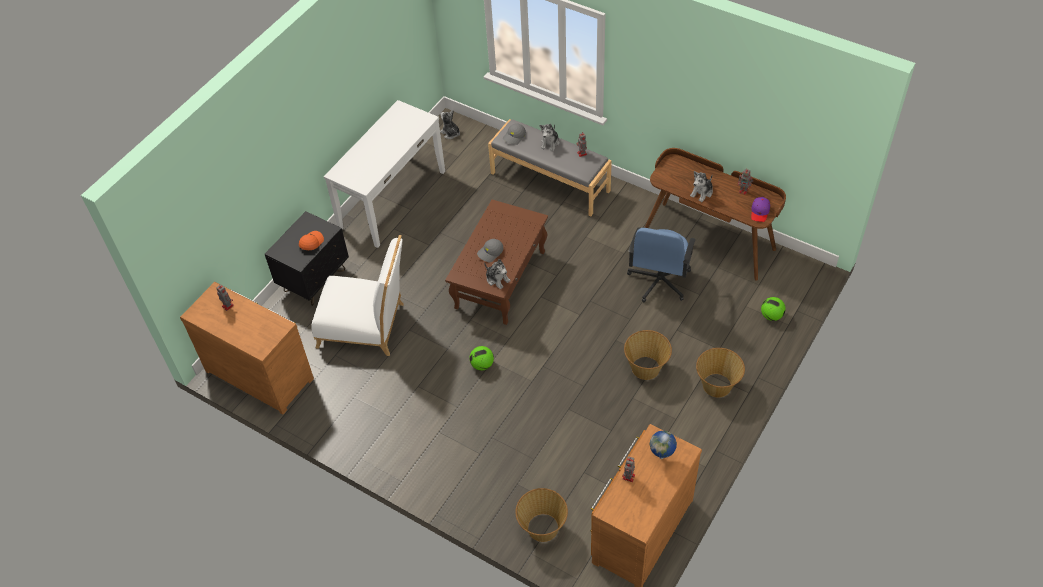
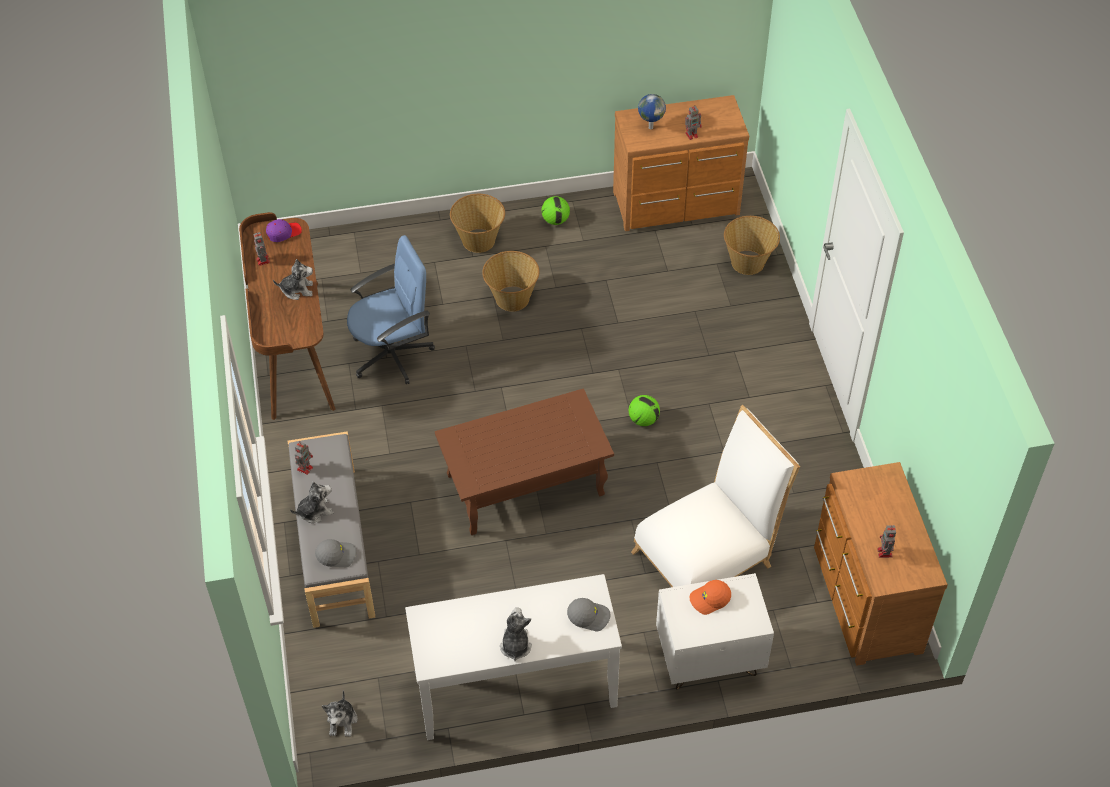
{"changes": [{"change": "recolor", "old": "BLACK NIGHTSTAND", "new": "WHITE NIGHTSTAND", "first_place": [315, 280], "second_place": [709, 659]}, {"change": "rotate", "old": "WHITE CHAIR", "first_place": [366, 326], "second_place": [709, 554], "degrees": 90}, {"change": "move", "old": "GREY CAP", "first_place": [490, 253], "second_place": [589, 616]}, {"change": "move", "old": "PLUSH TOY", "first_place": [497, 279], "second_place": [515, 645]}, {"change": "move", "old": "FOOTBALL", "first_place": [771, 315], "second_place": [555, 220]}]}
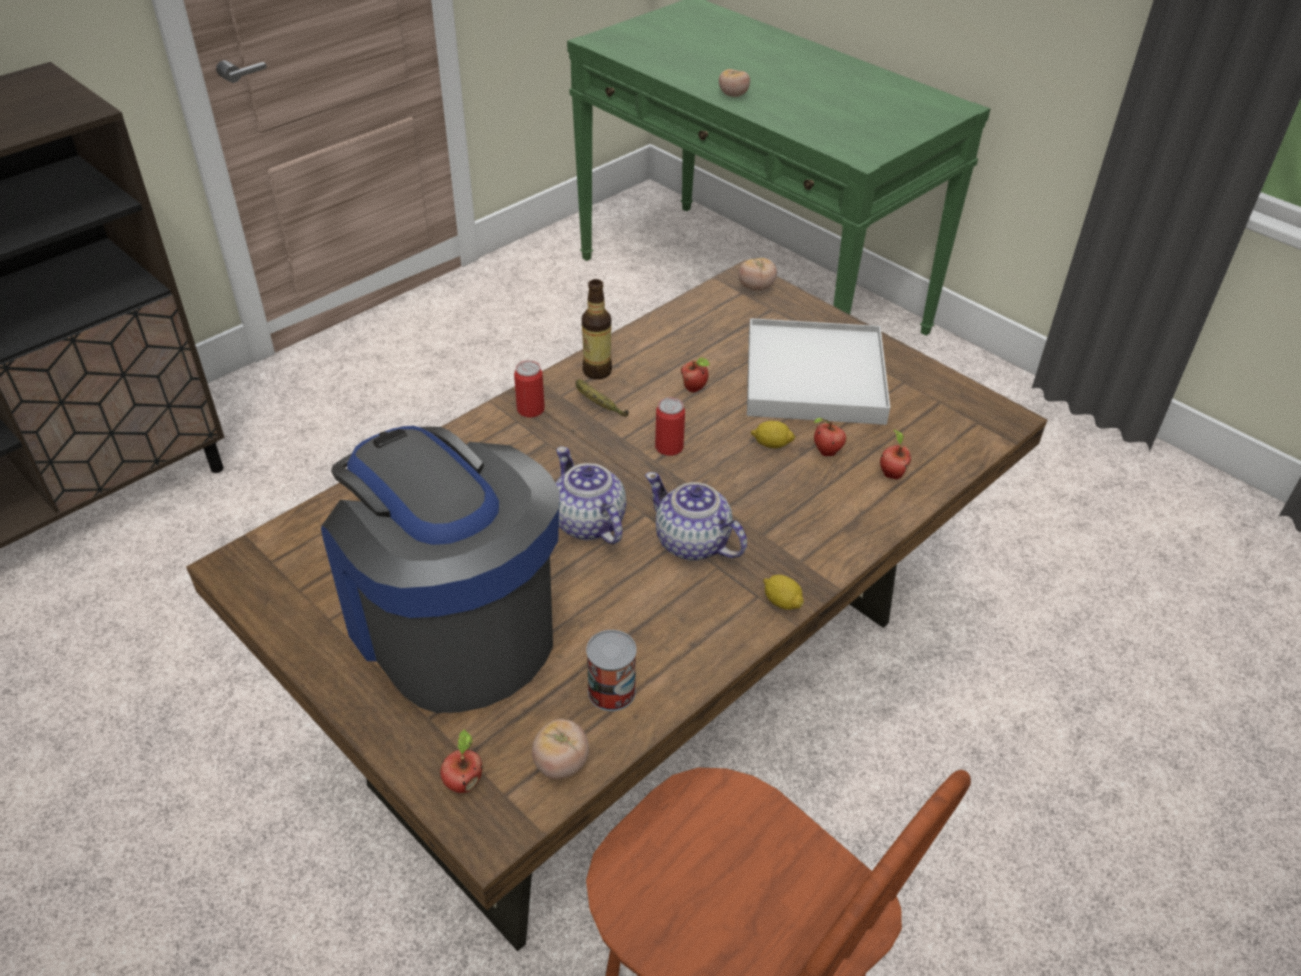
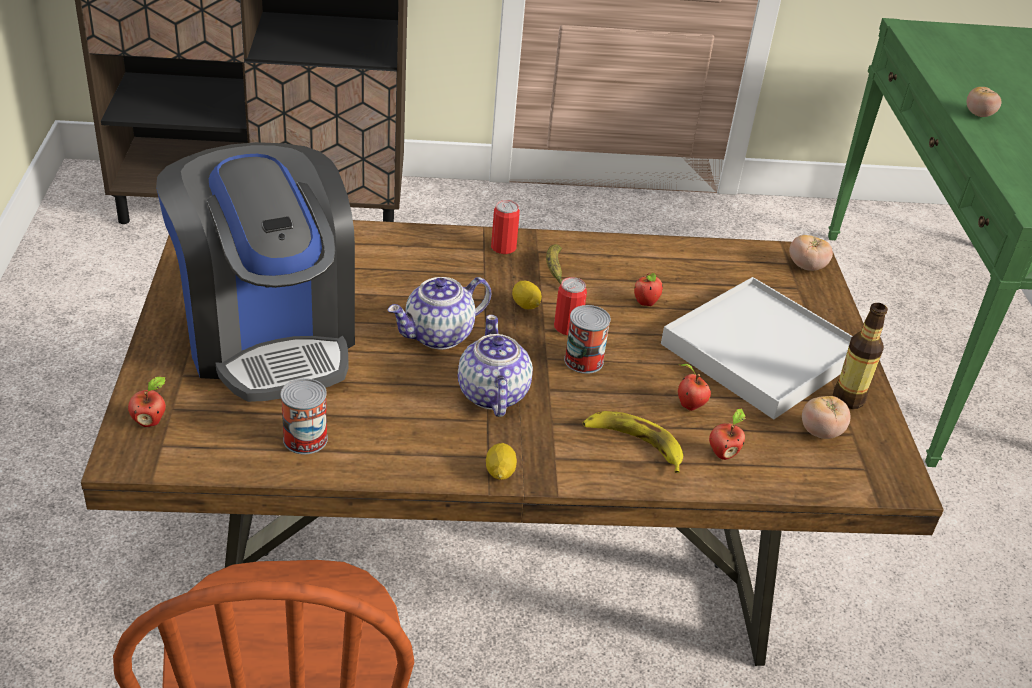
{"changes": [{"change": "move", "old": "BOTTLE", "first_place": [597, 371], "second_place": [848, 399]}, {"change": "move", "old": "LEMON", "first_place": [771, 444], "second_place": [525, 305]}, {"change": "rotate", "old": "COFFEE MACHINE", "first_place": [451, 625], "second_place": [268, 335], "degrees": 150}, {"change": "rotate", "old": "TEAPOT", "first_place": [587, 522], "second_place": [439, 336], "degrees": -135}, {"change": "move", "old": "TOMATO", "first_place": [561, 763], "second_place": [820, 432]}, {"change": "insert", "new": "CAN", "second_place": [583, 361]}, {"change": "insert", "new": "BANANA", "second_place": [634, 443]}]}
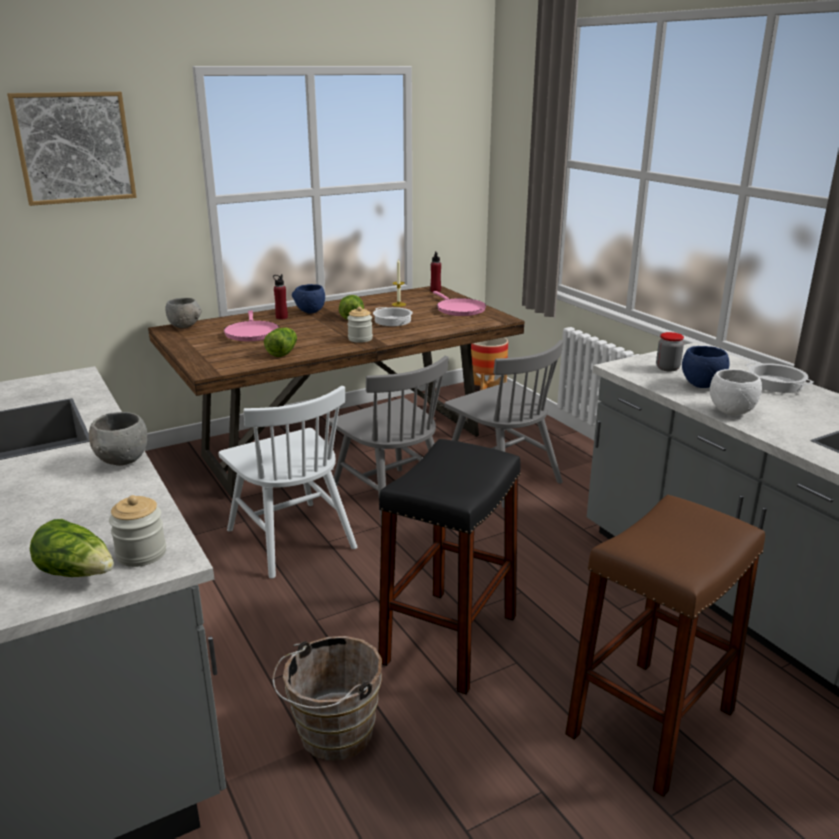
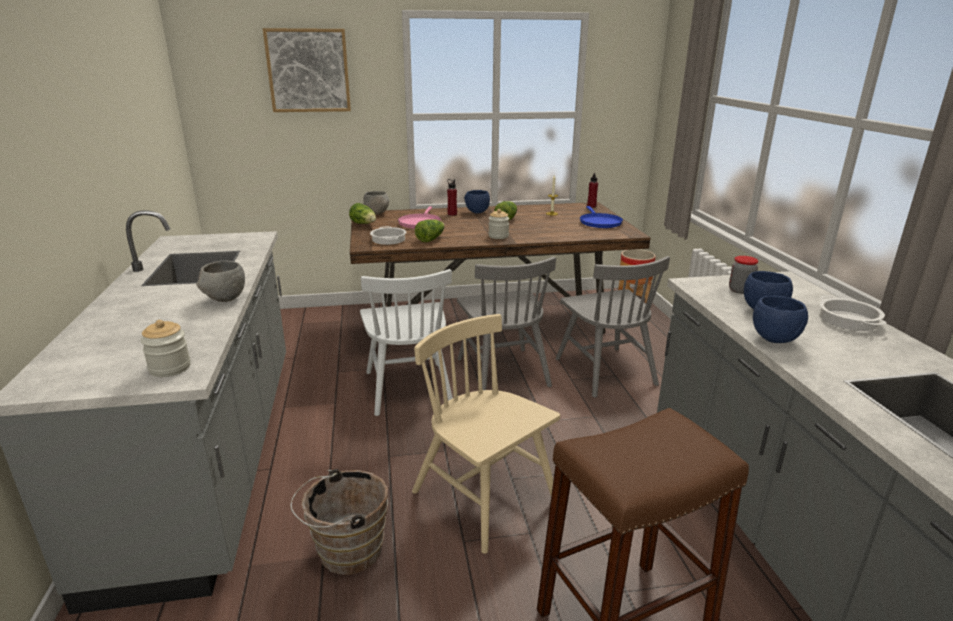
{"changes": [{"change": "recolor", "old": "PINK FRYING PAN", "new": "BLUE FRYING PAN", "first_place": [459, 309], "second_place": [599, 222]}, {"change": "move", "old": "COOKING POT", "first_place": [392, 321], "second_place": [388, 239]}, {"change": "recolor", "old": "WHITE BOWL", "new": "BLUE BOWL", "first_place": [731, 412], "second_place": [774, 339]}, {"change": "replace", "old": "BLACK STOOL", "new": "BEIGE CHAIR", "first_place": [450, 638], "second_place": [484, 497]}, {"change": "move", "old": "LETTUCE", "first_place": [78, 573], "second_place": [364, 224]}]}
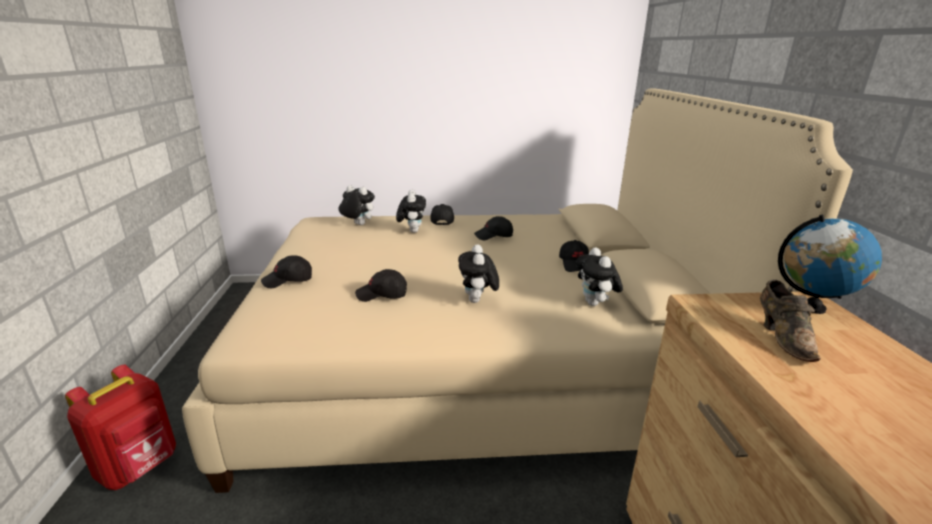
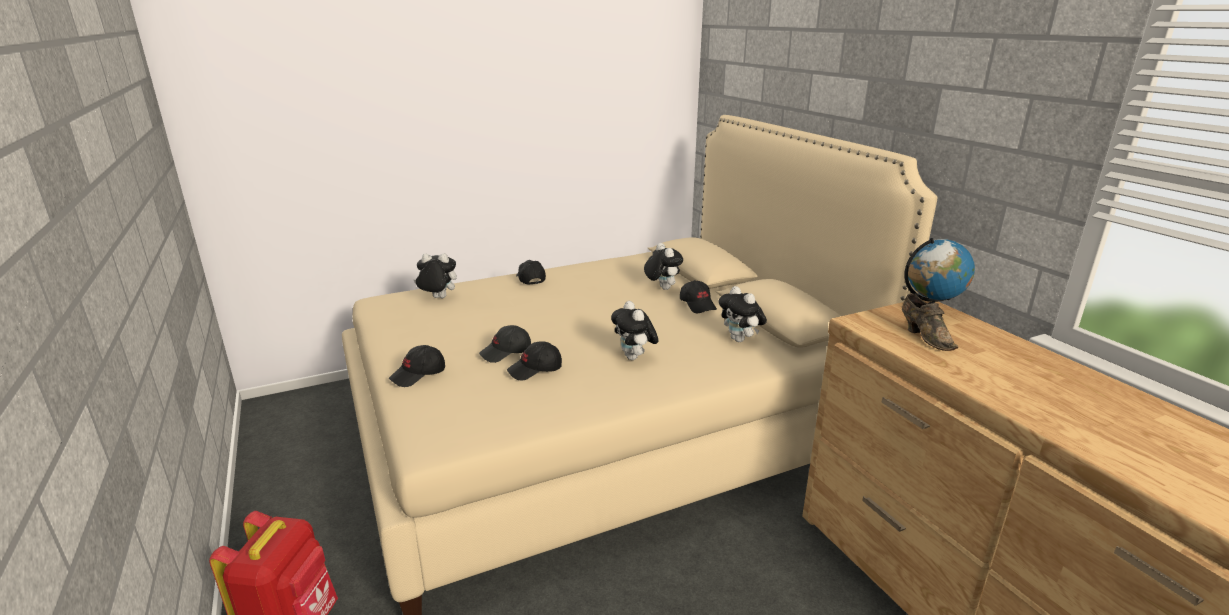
{"changes": [{"change": "move", "old": "PLUSH TOY", "first_place": [412, 231], "second_place": [662, 288]}, {"change": "move", "old": "BLACK CAP", "first_place": [493, 236], "second_place": [506, 352]}]}
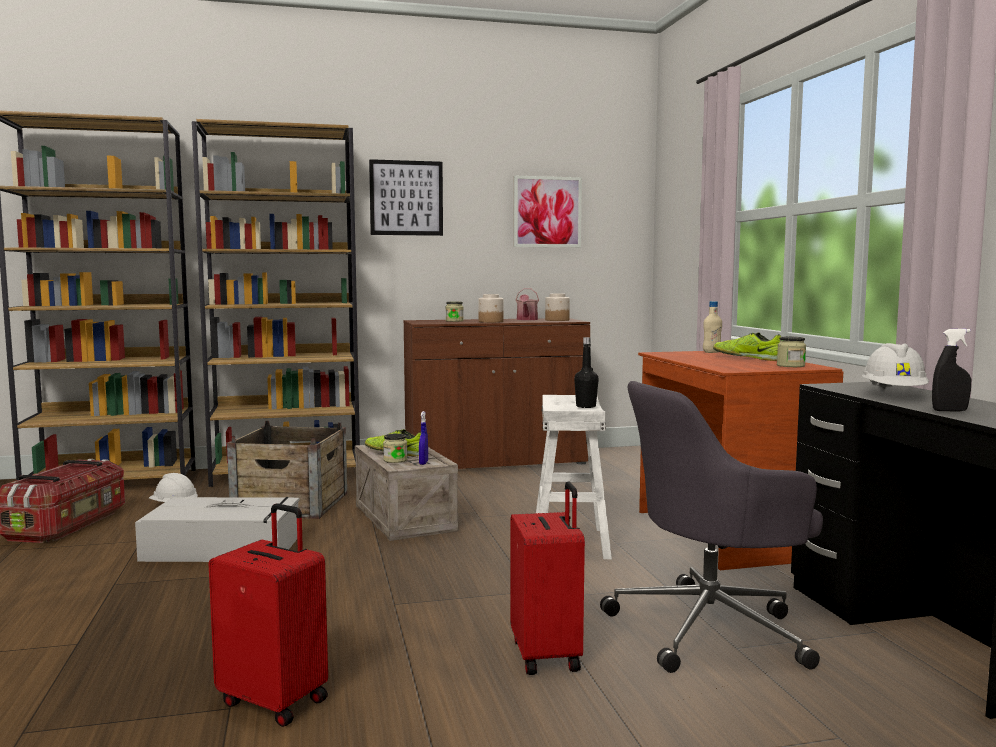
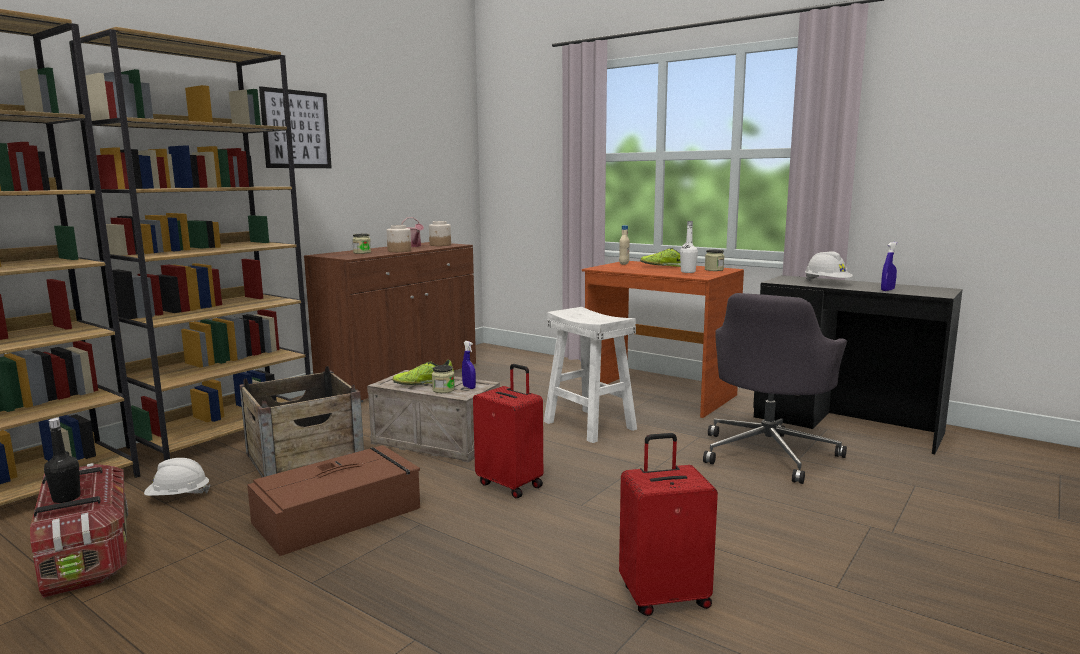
{"changes": [{"change": "delete", "old": "PICTURE", "first_place": [547, 212]}, {"change": "recolor", "old": "BLACK SPRAY BOTTLE", "new": "BLUE SPRAY BOTTLE", "first_place": [949, 410], "second_place": [887, 290]}, {"change": "move", "old": "BLACK BOTTLE", "first_place": [586, 406], "second_place": [66, 498]}, {"change": "move", "old": "RED SUITCASE", "first_place": [548, 655], "second_place": [511, 484]}, {"change": "recolor", "old": "GREY STORAGE BOX", "new": "BROWN STORAGE BOX", "first_place": [224, 548], "second_place": [340, 514]}, {"change": "insert", "new": "WHITE BOTTLE", "second_place": [688, 272]}]}
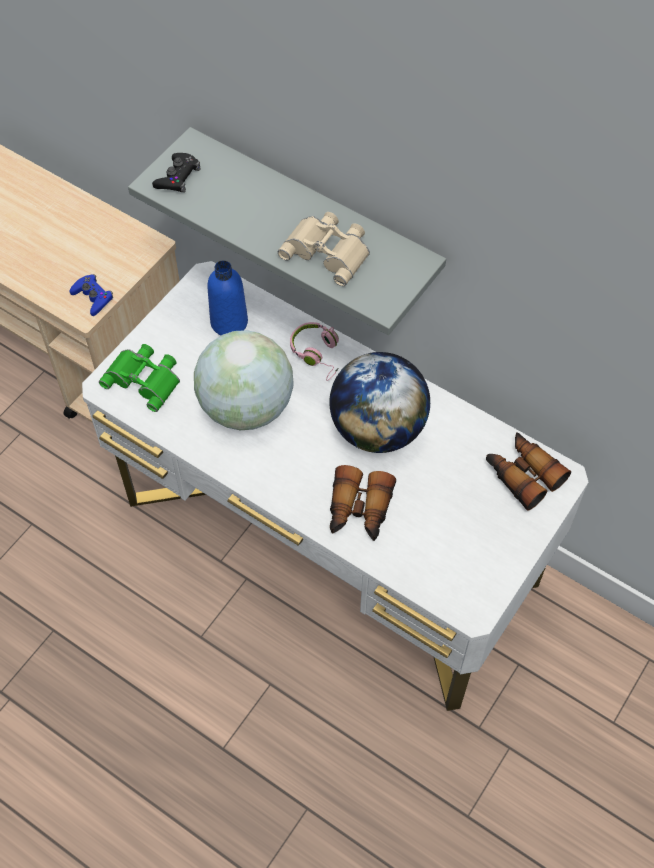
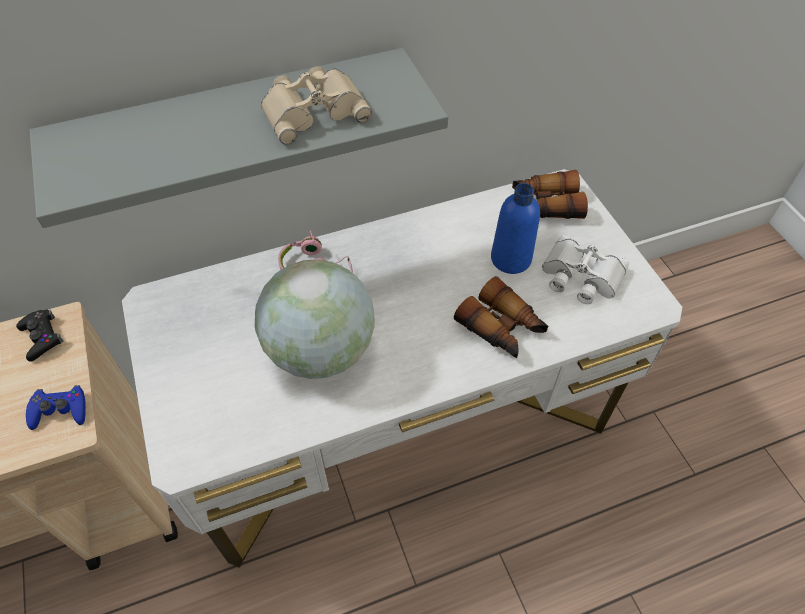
{"changes": [{"change": "move", "old": "BLACK GAME CONTROLLER", "first_place": [177, 177], "second_place": [42, 337]}, {"change": "move", "old": "BLUE BOTTLE", "first_place": [229, 322], "second_place": [511, 259]}, {"change": "delete", "old": "GREEN BINOCULARS", "first_place": [145, 378]}, {"change": "delete", "old": "GLOBE", "first_place": [377, 429]}, {"change": "insert", "new": "WHITE BINOCULARS", "second_place": [580, 276]}]}
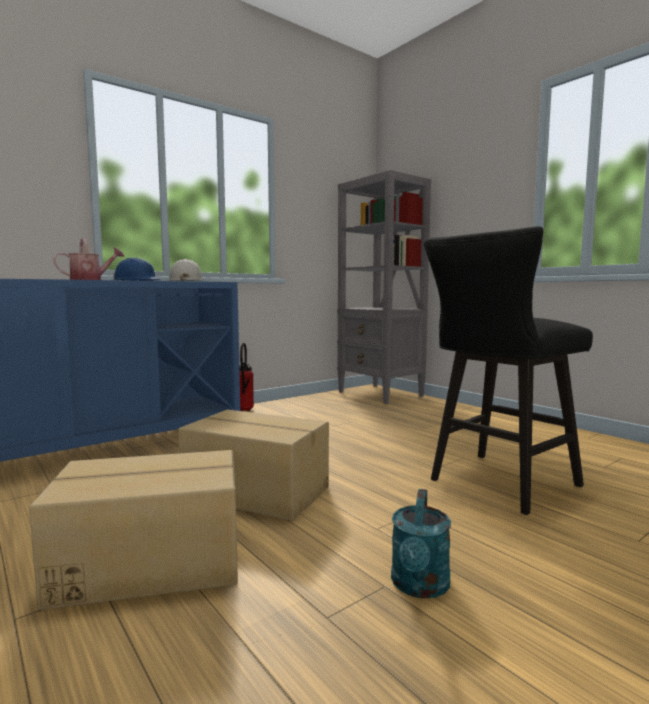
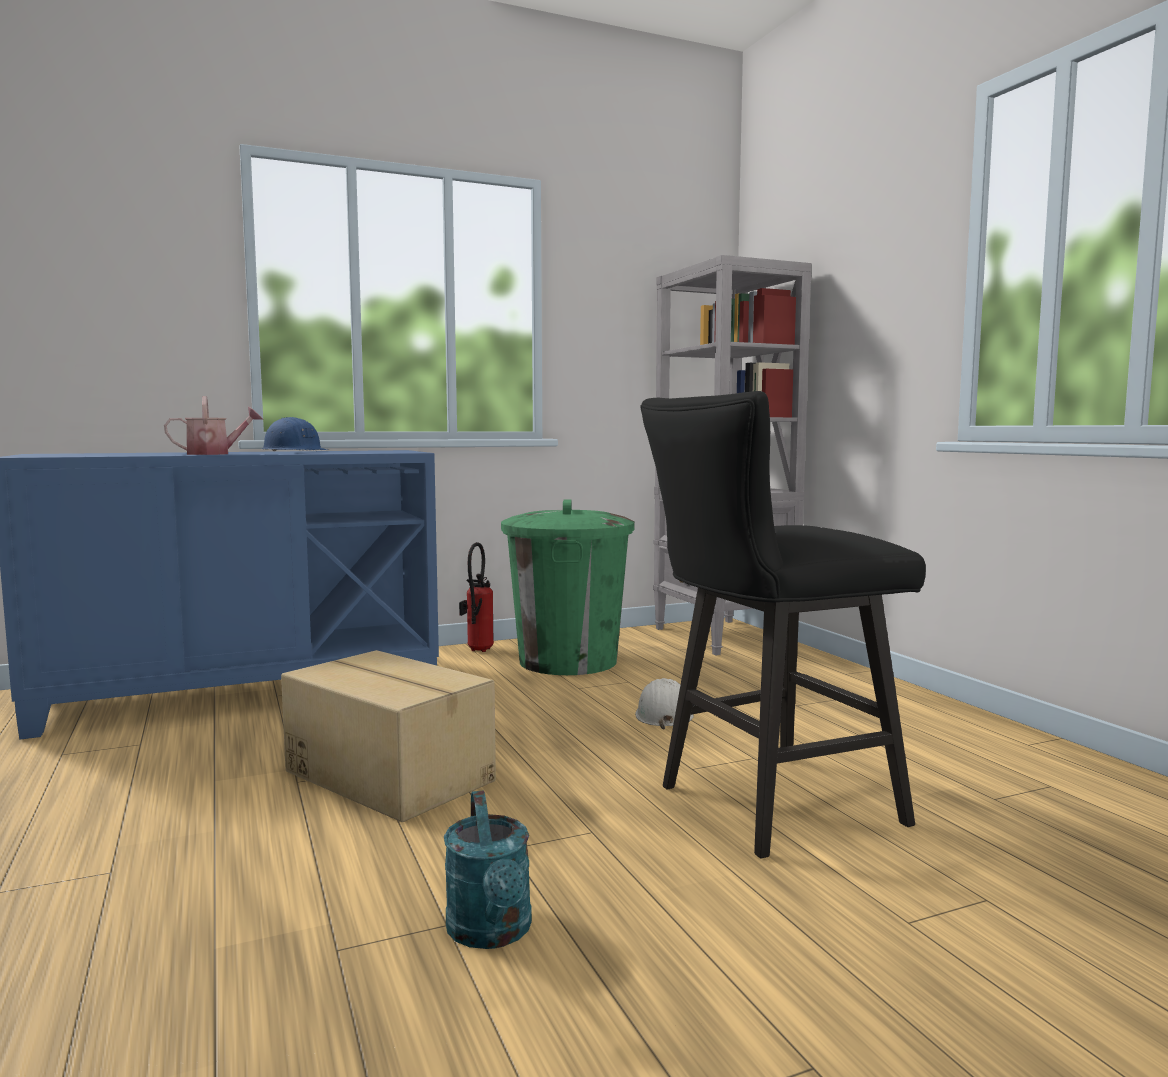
{"changes": [{"change": "move", "old": "WHITE HARD HAT", "first_place": [186, 281], "second_place": [663, 715]}, {"change": "delete", "old": "CARDBOARD BOX", "first_place": [150, 562]}, {"change": "rotate", "old": "TURQUOISE WATERING CAN", "first_place": [419, 587], "second_place": [492, 933], "degrees": -45}, {"change": "insert", "new": "GREEN TRASH CAN", "second_place": [567, 661]}]}
